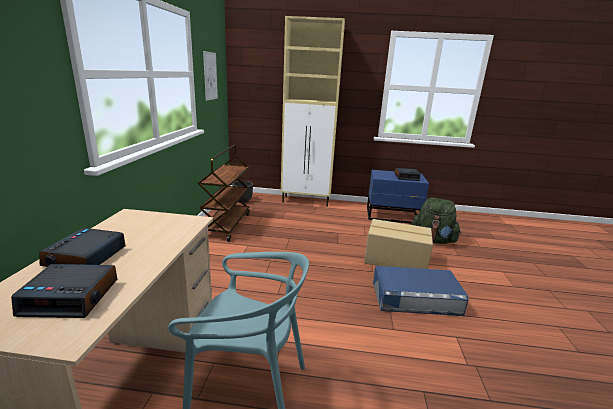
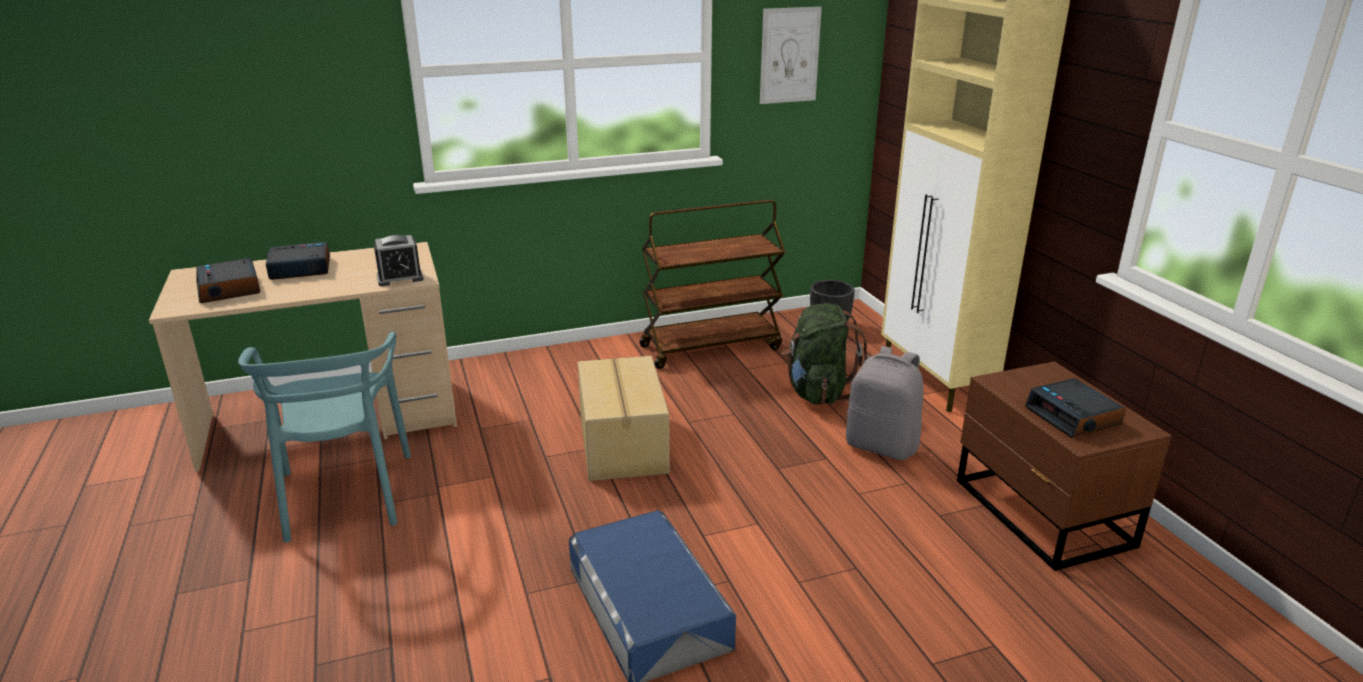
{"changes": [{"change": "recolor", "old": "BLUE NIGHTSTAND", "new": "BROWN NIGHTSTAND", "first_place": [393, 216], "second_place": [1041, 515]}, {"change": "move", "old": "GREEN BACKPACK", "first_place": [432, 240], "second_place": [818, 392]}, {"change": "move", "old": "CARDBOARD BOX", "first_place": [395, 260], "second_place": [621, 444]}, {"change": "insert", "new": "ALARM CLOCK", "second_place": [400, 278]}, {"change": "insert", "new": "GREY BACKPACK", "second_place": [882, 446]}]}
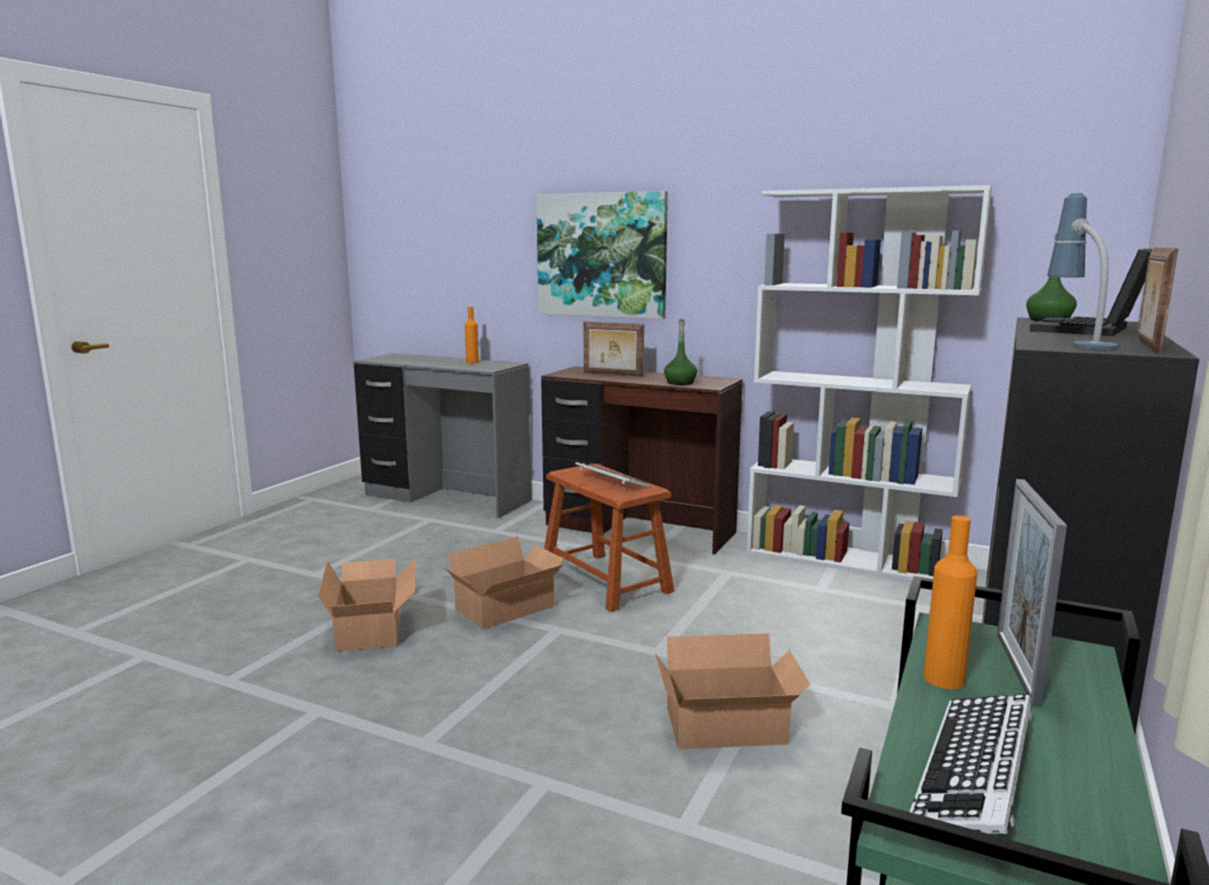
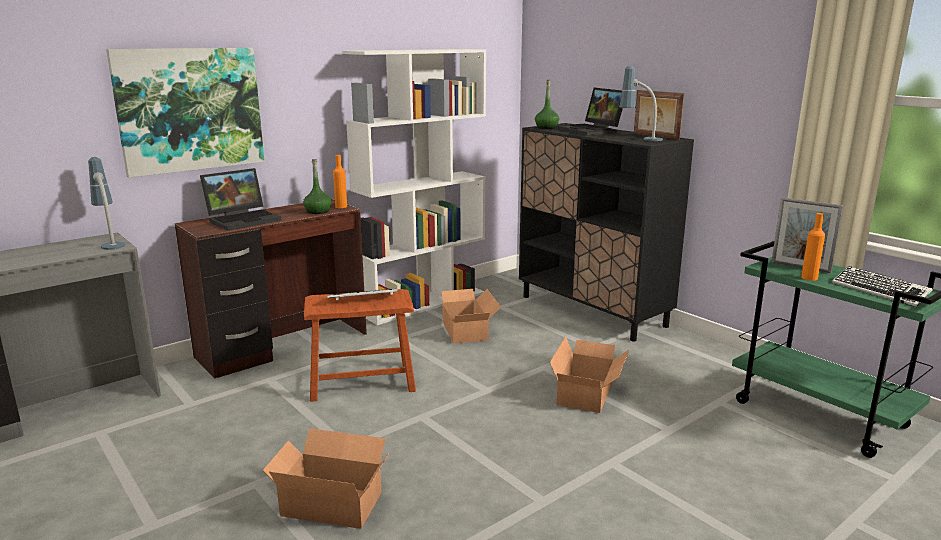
{"changes": [{"change": "move", "old": "ORANGE BOTTLE", "first_place": [472, 362], "second_place": [341, 206]}, {"change": "replace", "old": "PICTURE FRAME", "new": "LAPTOP", "first_place": [612, 374], "second_place": [244, 219]}, {"change": "move", "old": "CARDBOARD BOX", "first_place": [508, 609], "second_place": [467, 330]}, {"change": "insert", "new": "TABLE LAMP", "second_place": [110, 242]}]}
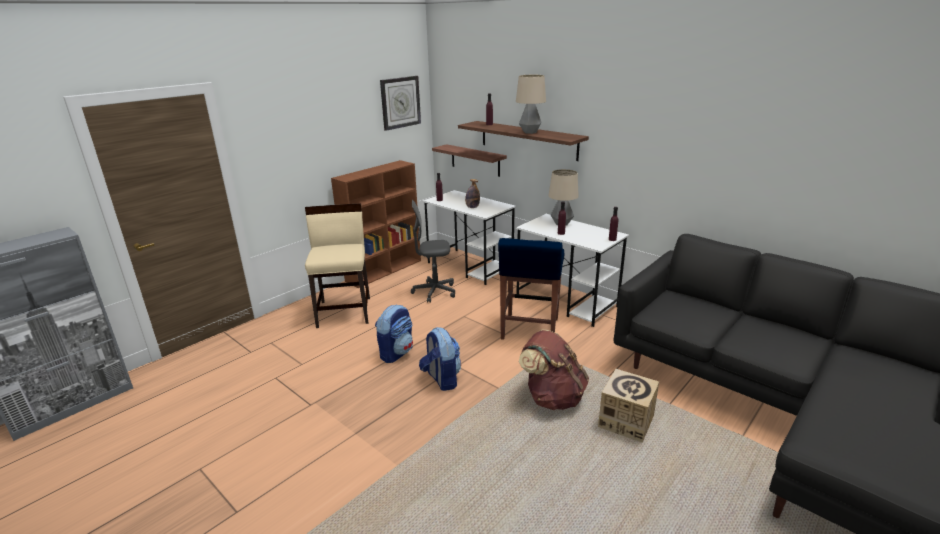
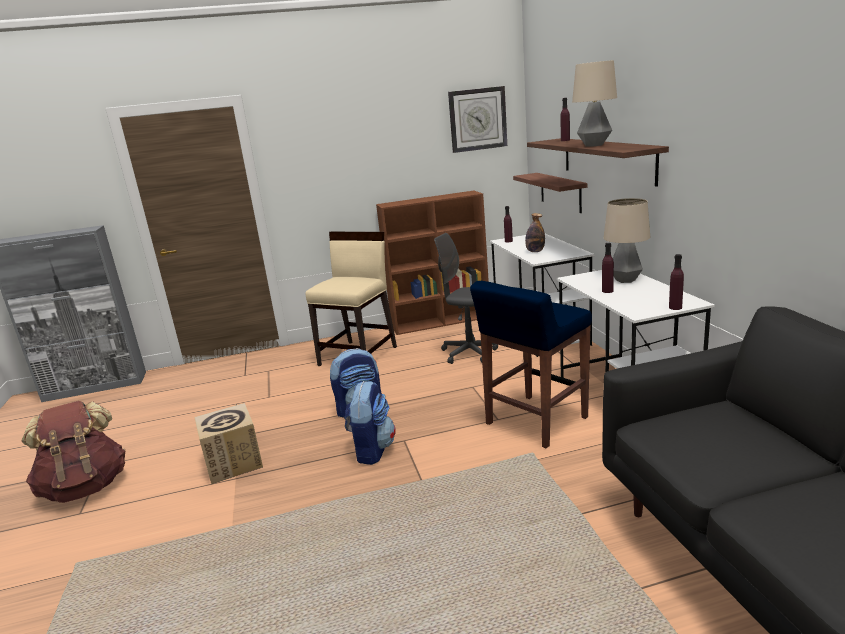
{"changes": [{"change": "move", "old": "BROWN BACKPACK", "first_place": [552, 397], "second_place": [86, 487]}, {"change": "move", "old": "CARDBOARD BOX", "first_place": [626, 421], "second_place": [233, 463]}]}
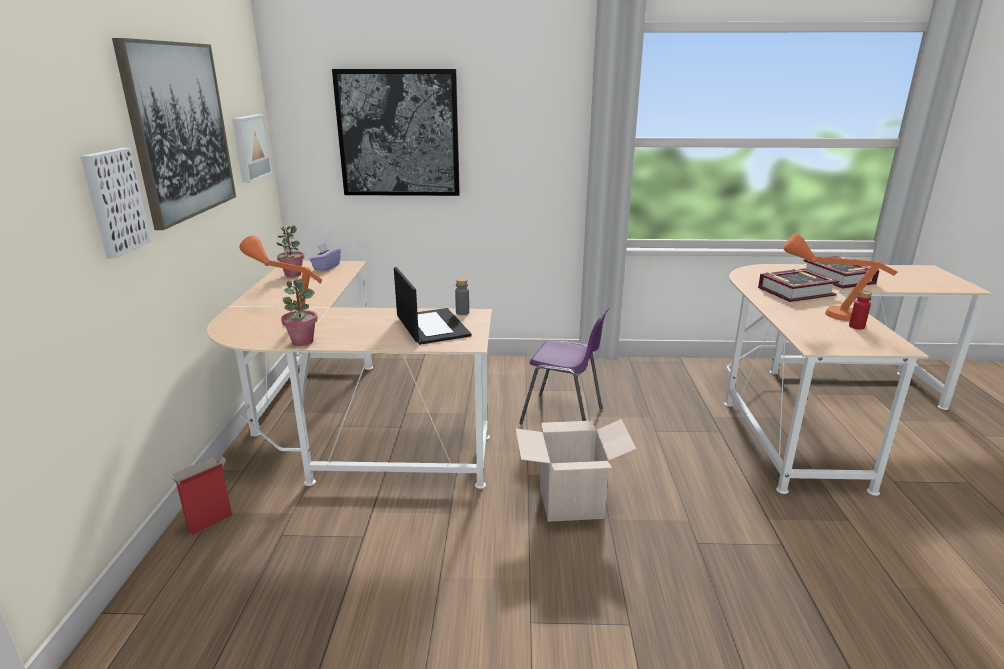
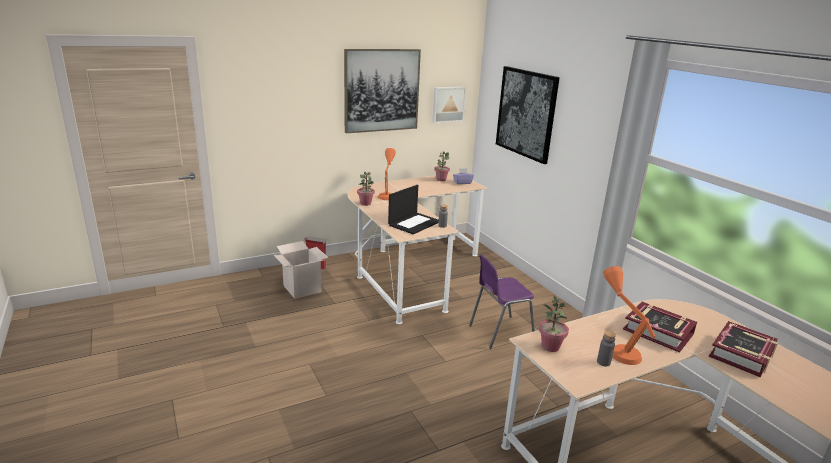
{"changes": [{"change": "delete", "old": "PICTURE", "first_place": [113, 202]}, {"change": "recolor", "old": "RED BOTTLE", "new": "GREY BOTTLE", "first_place": [856, 326], "second_place": [603, 362]}, {"change": "rotate", "old": "PURPLE CHAIR", "first_place": [564, 416], "second_place": [499, 332], "degrees": 75}, {"change": "move", "old": "CARDBOARD BOX", "first_place": [571, 502], "second_place": [302, 289]}, {"change": "insert", "new": "POTTED PLANT", "second_place": [550, 347]}]}
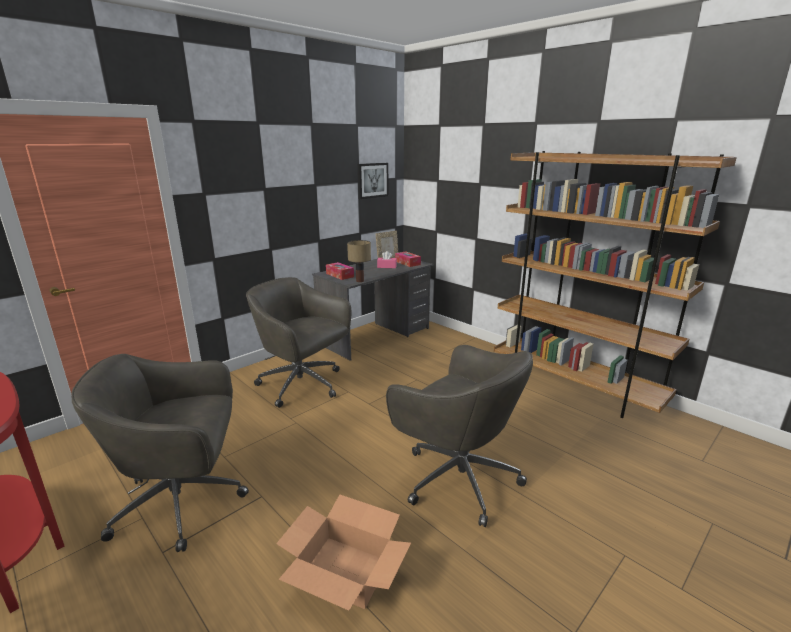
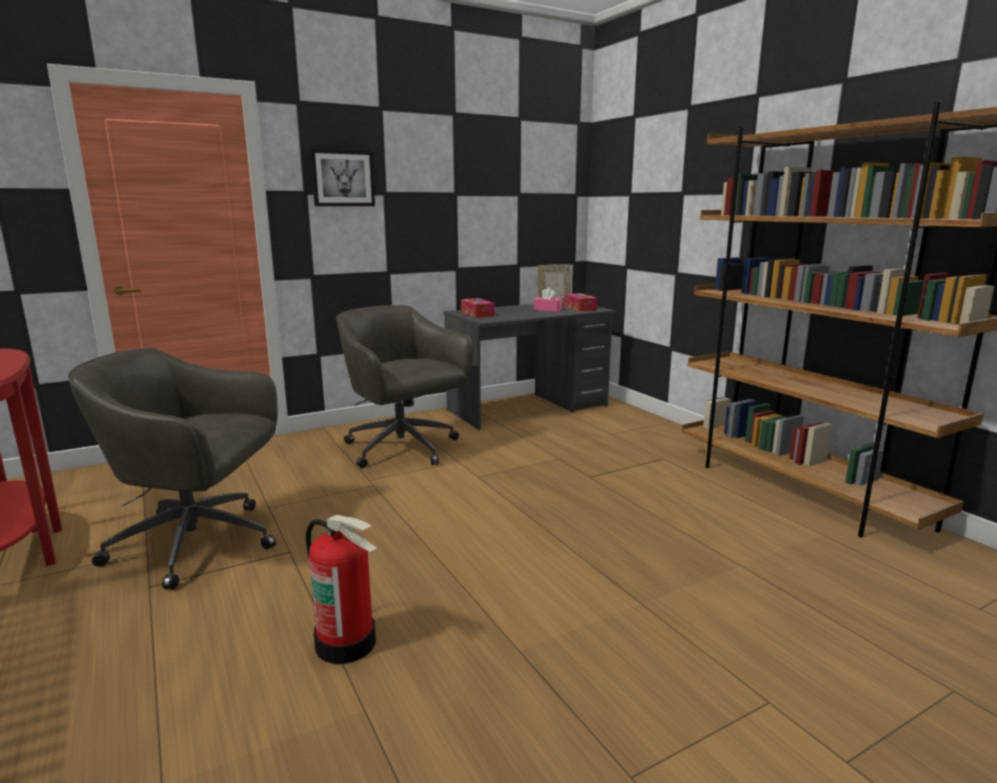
{"changes": [{"change": "move", "old": "PICTURE", "first_place": [372, 180], "second_place": [342, 178]}, {"change": "delete", "old": "TABLE LAMP", "first_place": [360, 281]}, {"change": "delete", "old": "GREY OFFICE CHAIR", "first_place": [457, 477]}, {"change": "replace", "old": "CARDBOARD BOX", "new": "FIRE EXTINGUISHER", "first_place": [345, 571], "second_place": [347, 643]}]}
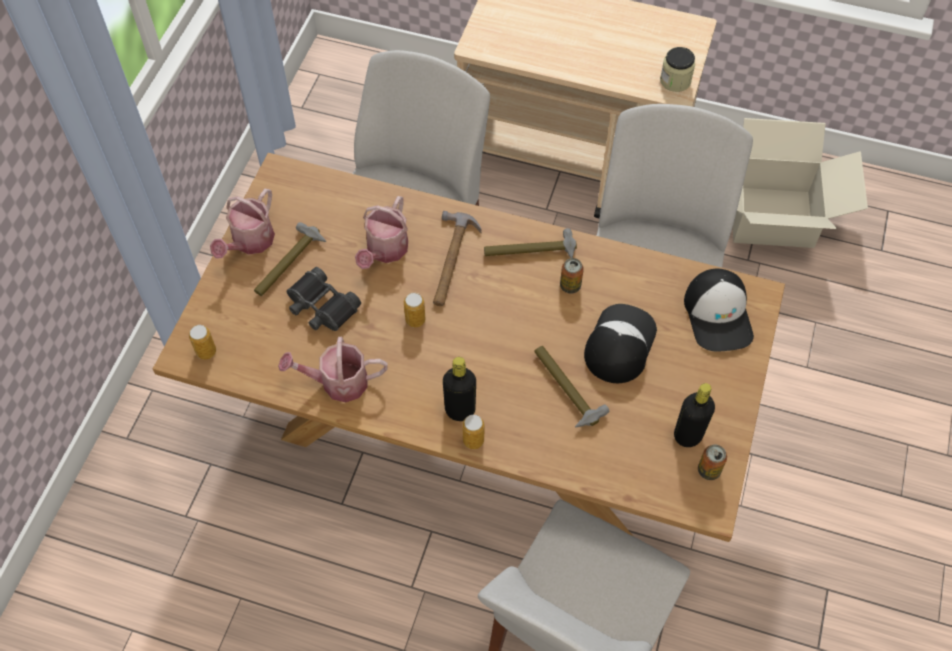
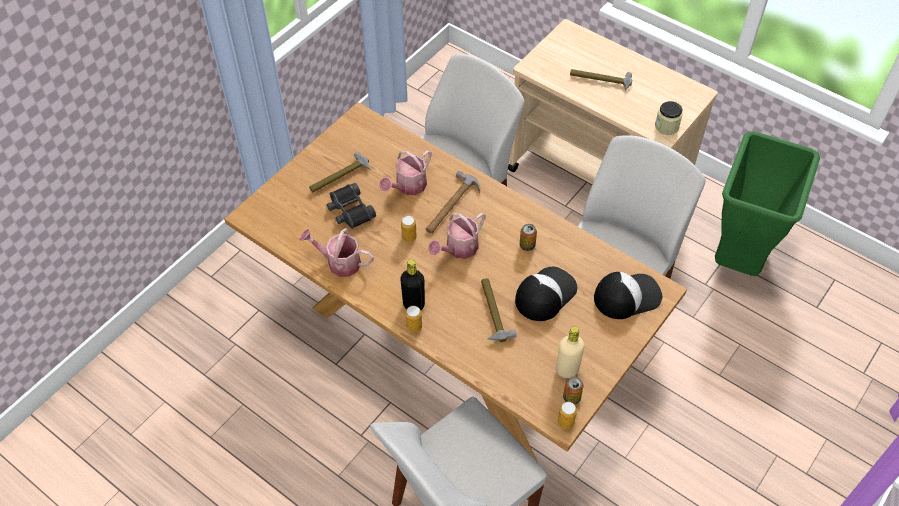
{"changes": [{"change": "replace", "old": "CARDBOARD BOX", "new": "GREEN TRASH CAN", "first_place": [771, 216], "second_place": [737, 258]}, {"change": "move", "old": "WATERING CAN", "first_place": [250, 242], "second_place": [458, 249]}, {"change": "move", "old": "HAMMER", "first_place": [530, 252], "second_place": [600, 81]}, {"change": "rotate", "old": "CAP", "first_place": [719, 315], "second_place": [627, 296], "degrees": -120}, {"change": "move", "old": "CAN", "first_place": [206, 351], "second_place": [565, 422]}, {"change": "recolor", "old": "BLACK BOTTLE", "new": "BEIGE BOTTLE", "first_place": [688, 435], "second_place": [567, 370]}]}
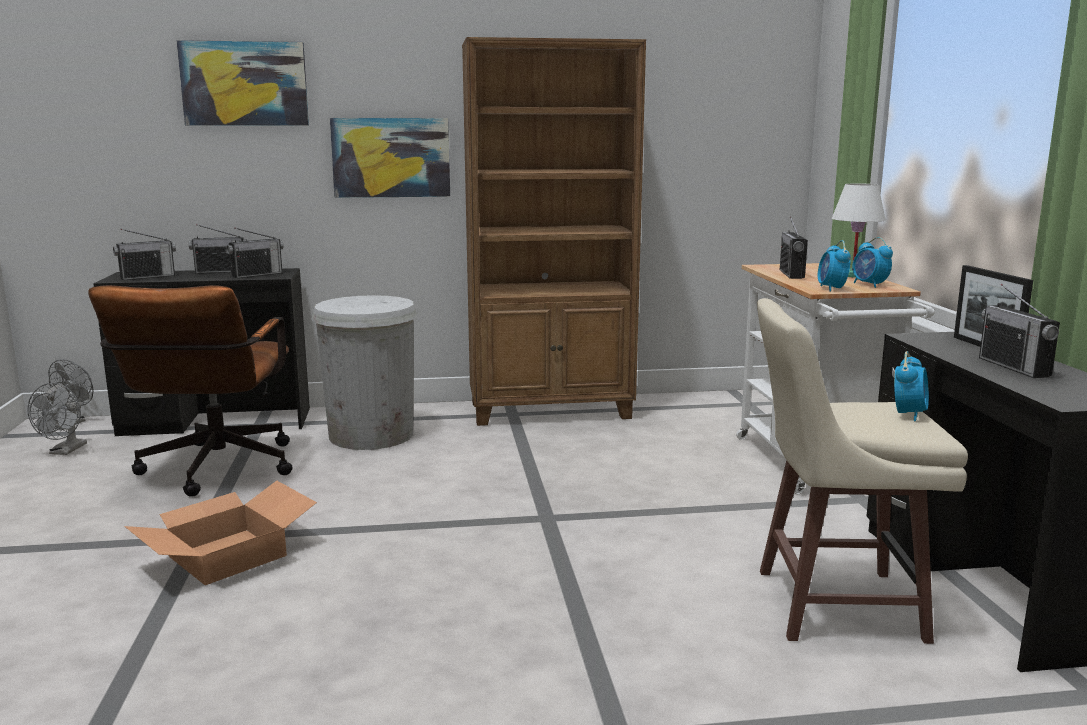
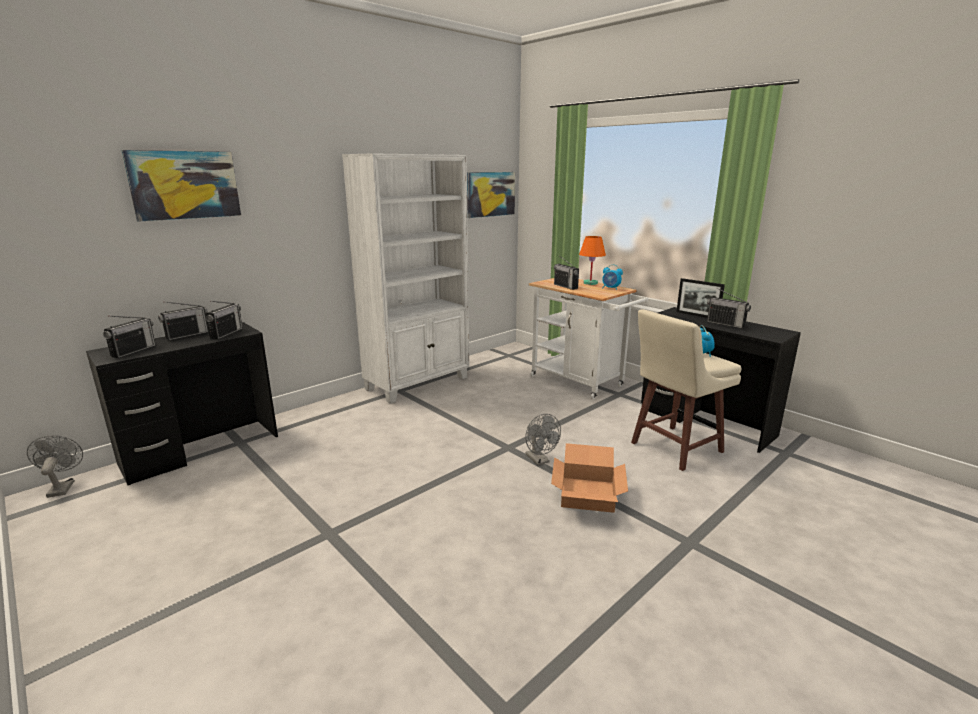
{"changes": [{"change": "recolor", "old": "BROWN BOOKCASE", "new": "WHITE BOOKCASE", "first_place": [551, 411], "second_place": [418, 383]}, {"change": "move", "old": "PICTURE", "first_place": [391, 157], "second_place": [490, 194]}, {"change": "recolor", "old": "WHITE TABLE LAMP", "new": "ORANGE TABLE LAMP", "first_place": [853, 275], "second_place": [590, 283]}, {"change": "delete", "old": "ALARM CLOCK", "first_place": [831, 289]}, {"change": "delete", "old": "BROWN OFFICE CHAIR", "first_place": [214, 472]}, {"change": "delete", "old": "WHITE TRASH CAN", "first_place": [371, 435]}, {"change": "move", "old": "GREY FAN", "first_place": [65, 451], "second_place": [540, 460]}, {"change": "move", "old": "CARDBOARD BOX", "first_place": [228, 555], "second_place": [586, 493]}]}
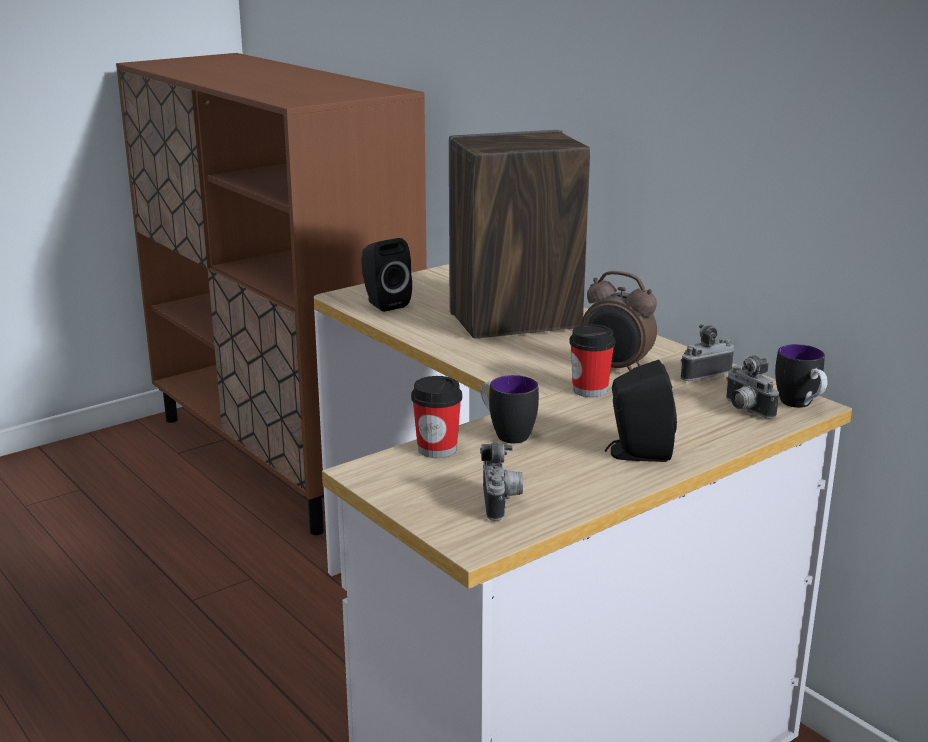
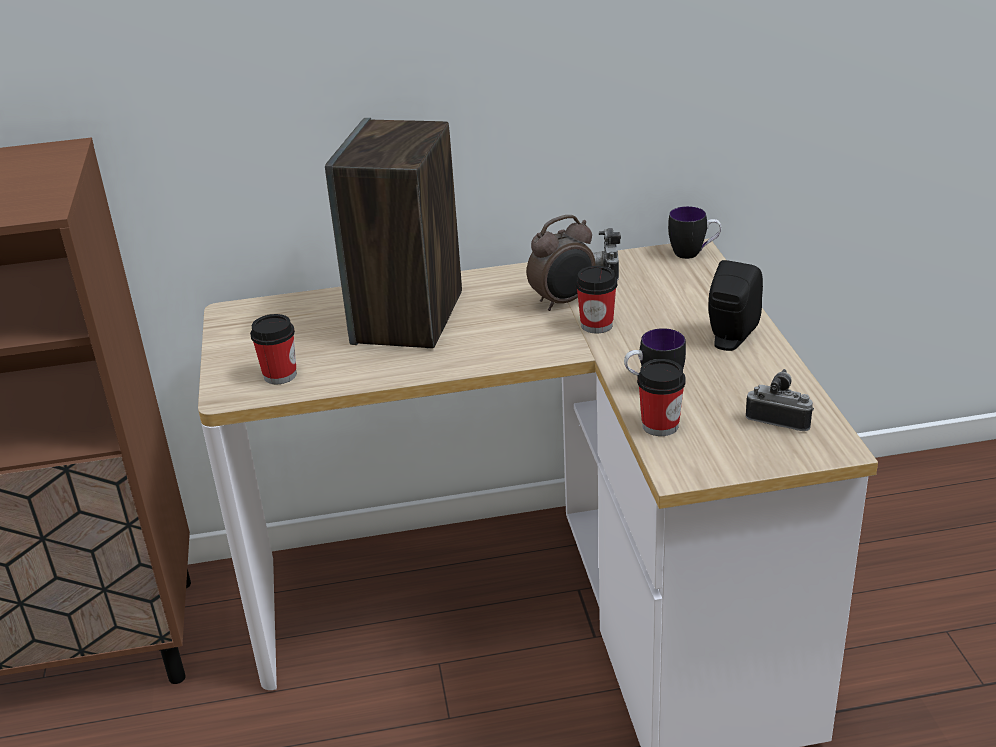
{"changes": [{"change": "replace", "old": "BLACK SPEAKER", "new": "CUP", "first_place": [384, 303], "second_place": [280, 375]}, {"change": "delete", "old": "PHOTO CAMERA", "first_place": [745, 410]}]}
